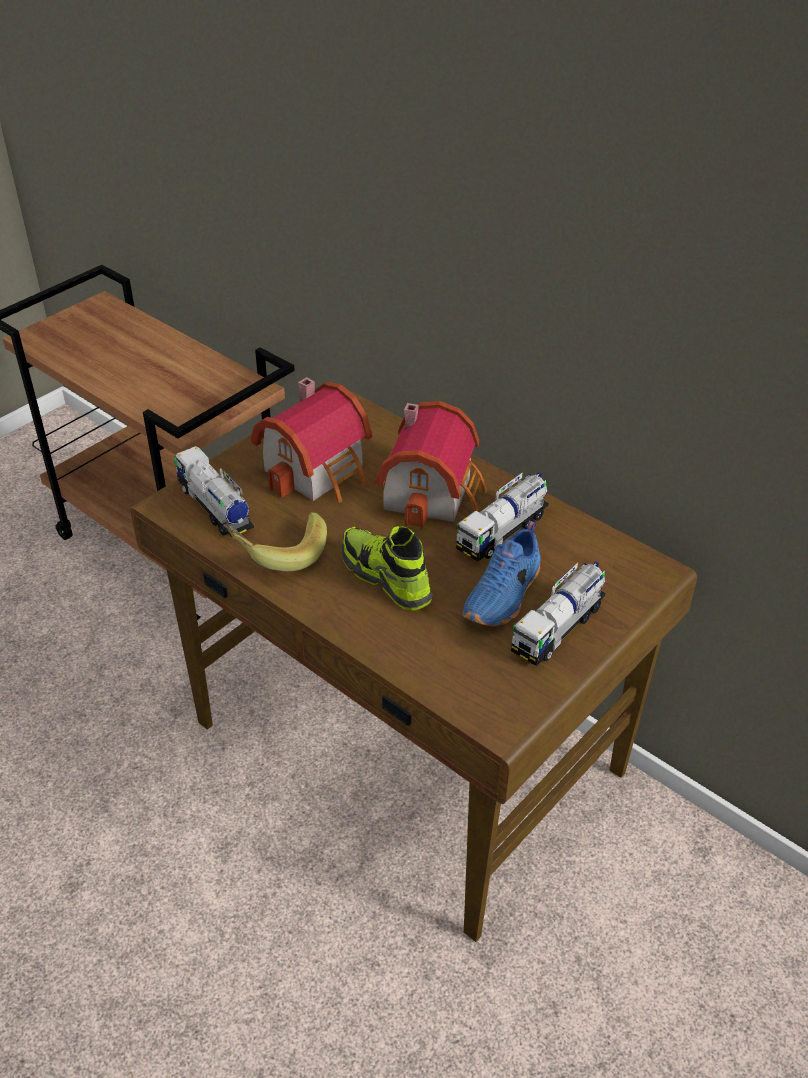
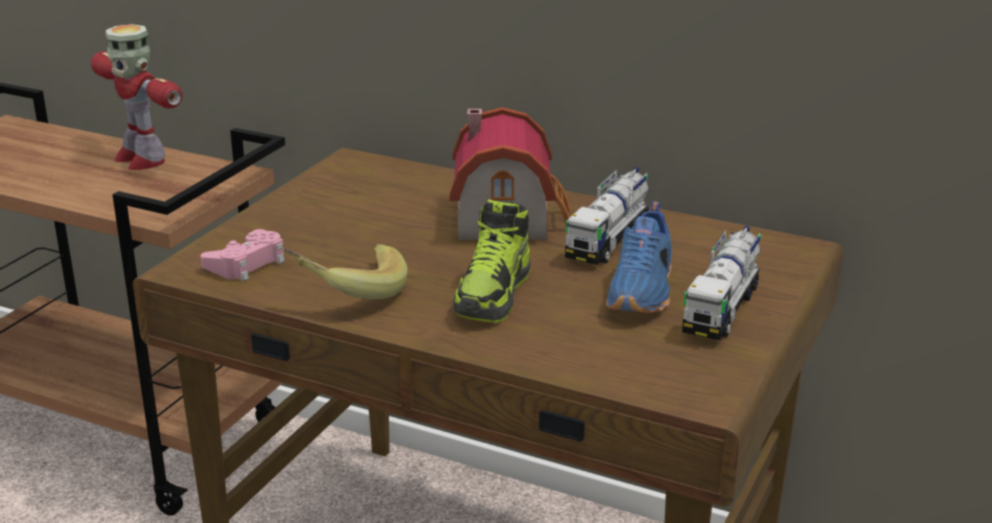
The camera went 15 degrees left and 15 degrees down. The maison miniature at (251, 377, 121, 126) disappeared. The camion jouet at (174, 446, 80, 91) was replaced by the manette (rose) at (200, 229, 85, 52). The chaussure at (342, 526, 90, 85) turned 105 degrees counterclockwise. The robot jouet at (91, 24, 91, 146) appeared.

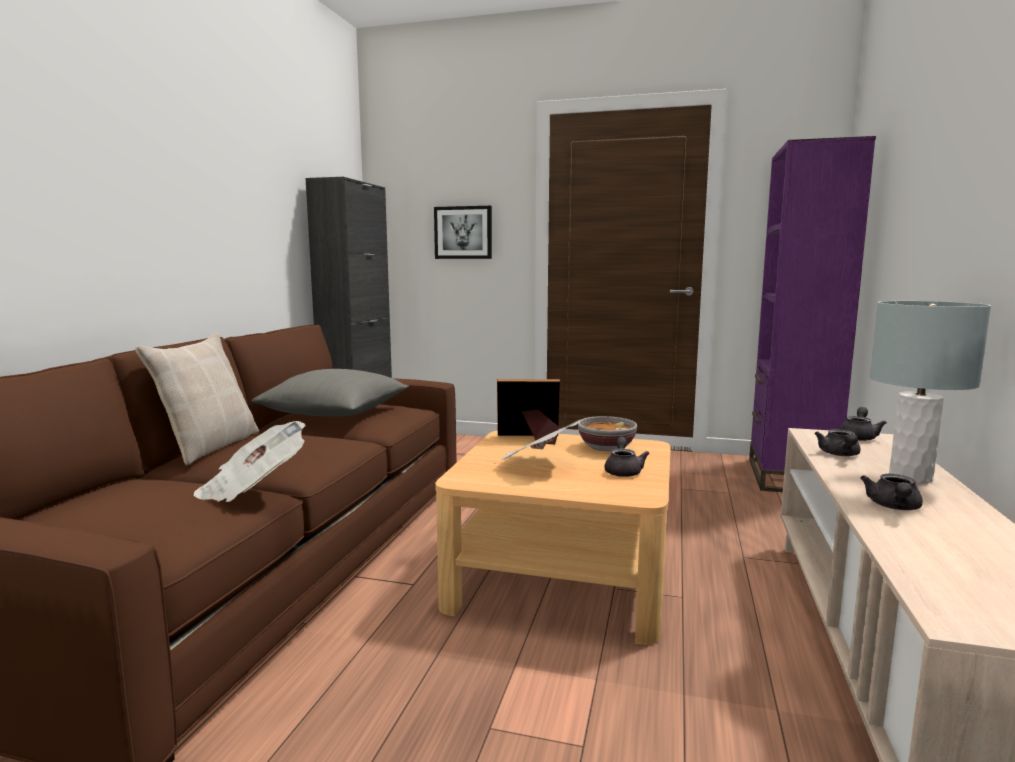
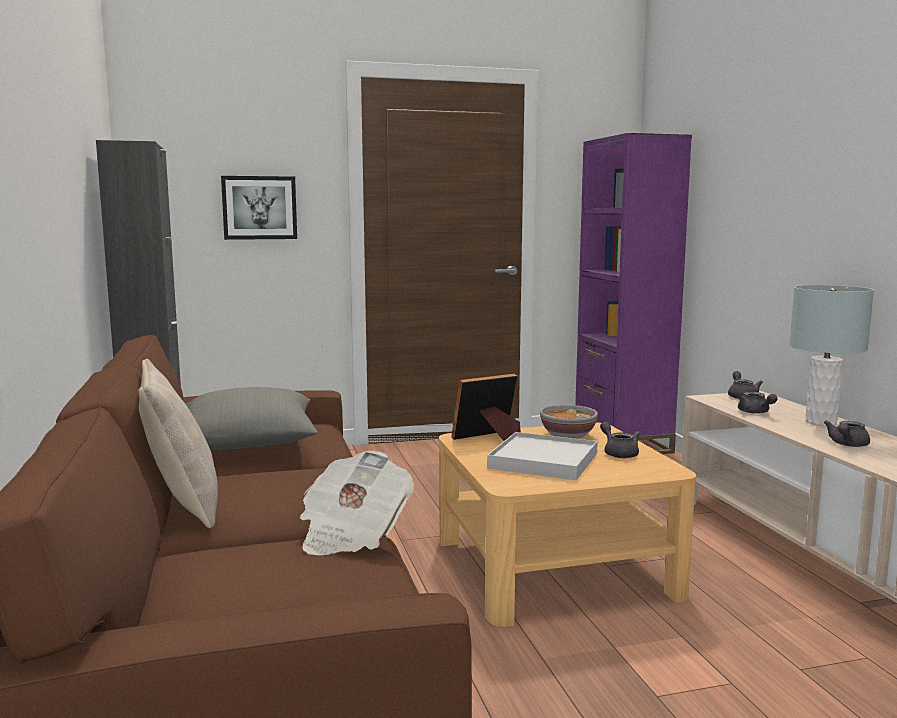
The camera went 30 degrees left and 0 degrees up. The journal at (494, 420, 87, 44) was replaced by the plateau (blanc) at (487, 432, 111, 48). The théière (gris) at (860, 474, 63, 36) turned 45 degrees clockwise.

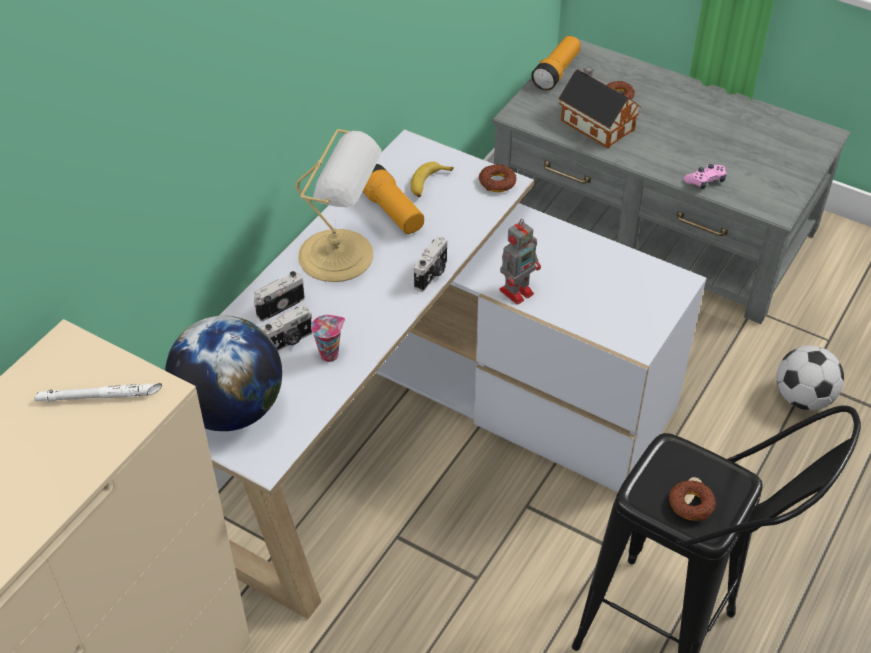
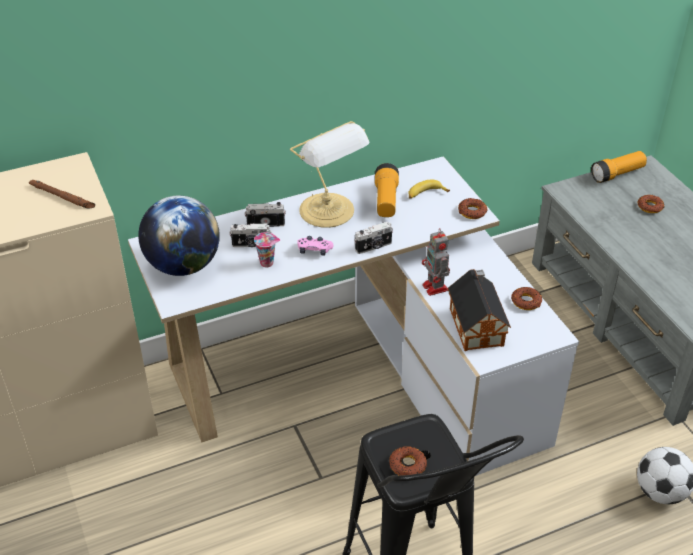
The camera went 35 degrees right and 5 degrees down. The maison miniature moved from (558, 65, 83, 83) to (448, 269, 63, 82). The manette (rose) moved from (684, 164, 42, 25) to (297, 236, 36, 20). The robot jouet at (499, 219, 42, 86) turned 75 degrees clockwise. The lampe de poche (blanc) at (34, 383, 128, 18) became the lampe de poche (marron) at (29, 180, 66, 28). The beignet at (511, 287, 31, 23) appeared.

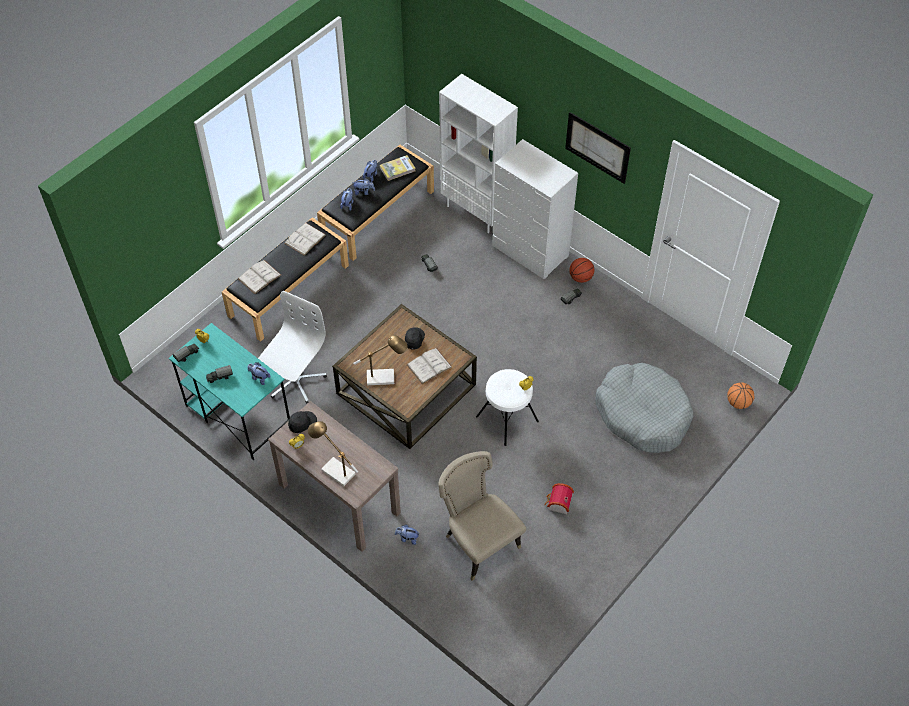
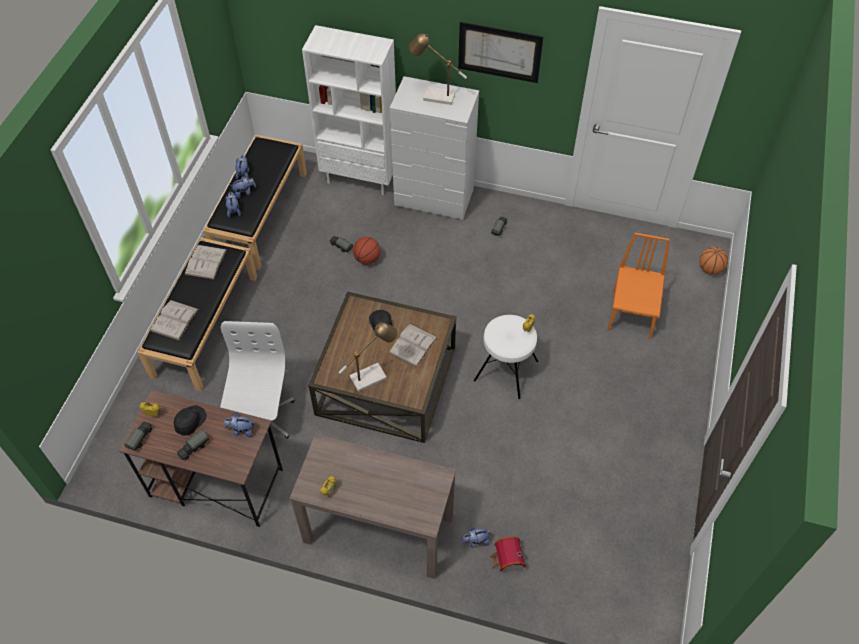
The camera went 25 degrees left and 0 degrees up. The livre at (380, 155, 35, 26) disappeared. The ballon de basket moved from (569, 258, 25, 25) to (353, 237, 28, 28). The bureau (turquoise) at (169, 323, 121, 137) became the bureau (marron) at (119, 390, 164, 137). The panier pour chien (gris) at (596, 363, 97, 90) was replaced by the chaise (orange) at (607, 233, 63, 106). The casquette (noir) moved from (288, 411, 29, 22) to (174, 405, 33, 31). The lampe de table moved from (308, 421, 50, 65) to (408, 33, 59, 72). The chaise (beige) at (439, 451, 87, 130) disappeared. The maison miniature moved from (544, 483, 30, 31) to (490, 536, 36, 37).

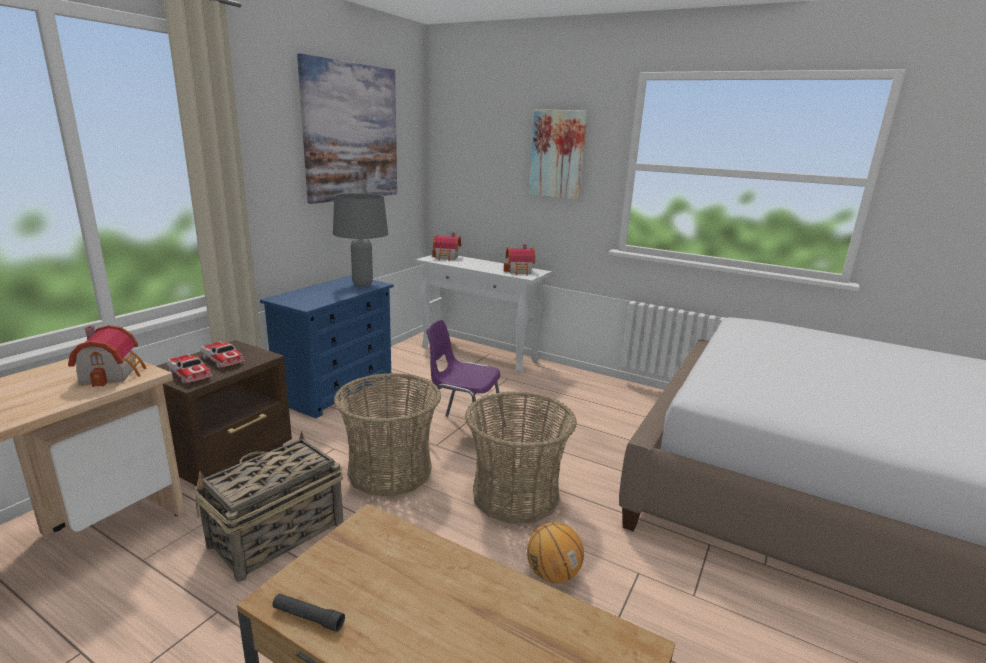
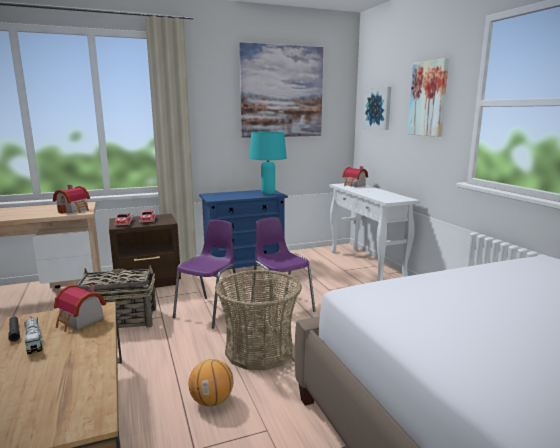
The camera went 40 degrees right and 5 degrees down. The lampe de table (gris) at (333, 193, 55, 93) became the lampe de table (turquoise) at (249, 131, 38, 64). The maison miniature moved from (504, 244, 31, 32) to (54, 284, 52, 48). The panier at (334, 373, 107, 123) was replaced by the chaise (violet) at (173, 220, 66, 108). The tableau at (363, 87, 28, 43) appeared. The camion jouet at (25, 317, 18, 37) appeared.

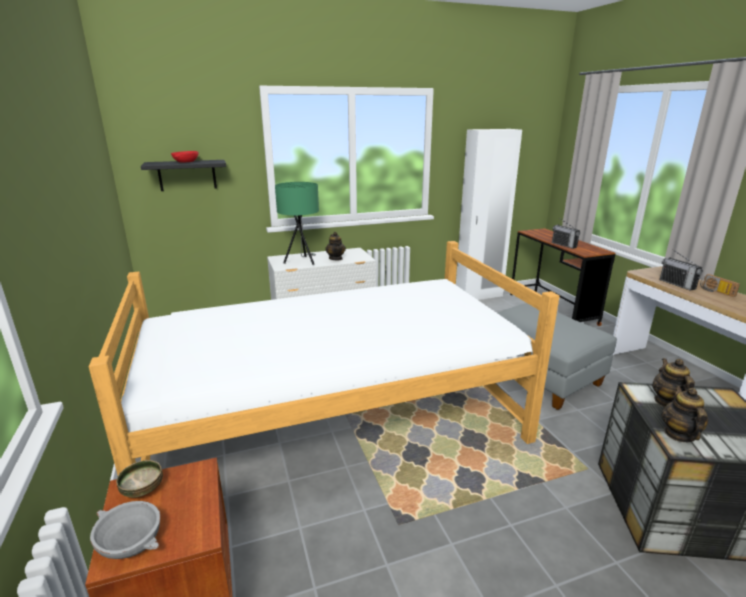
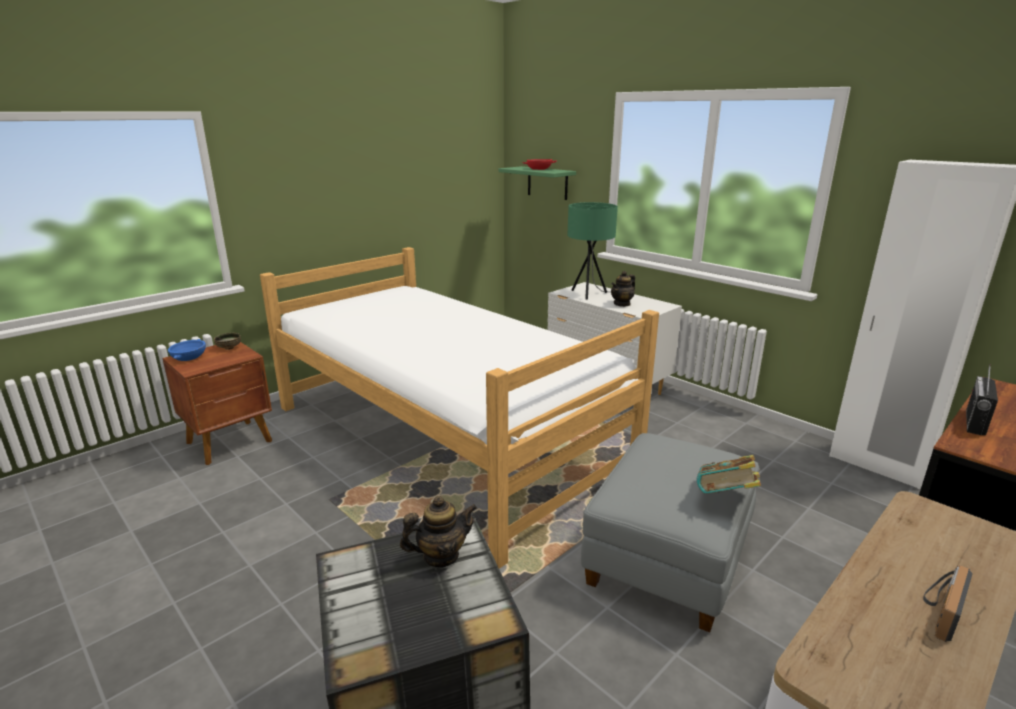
The camera went 65 degrees right and 0 degrees up. The étagère (noir) at (141, 160, 85, 31) became the étagère (vert) at (499, 166, 77, 34). The radio at (659, 249, 44, 42) disappeared. The théière at (662, 386, 47, 56) disappeared. The bol (gris) at (90, 501, 70, 58) became the bol (bleu) at (168, 339, 38, 22). The livre at (697, 455, 64, 39) appeared.

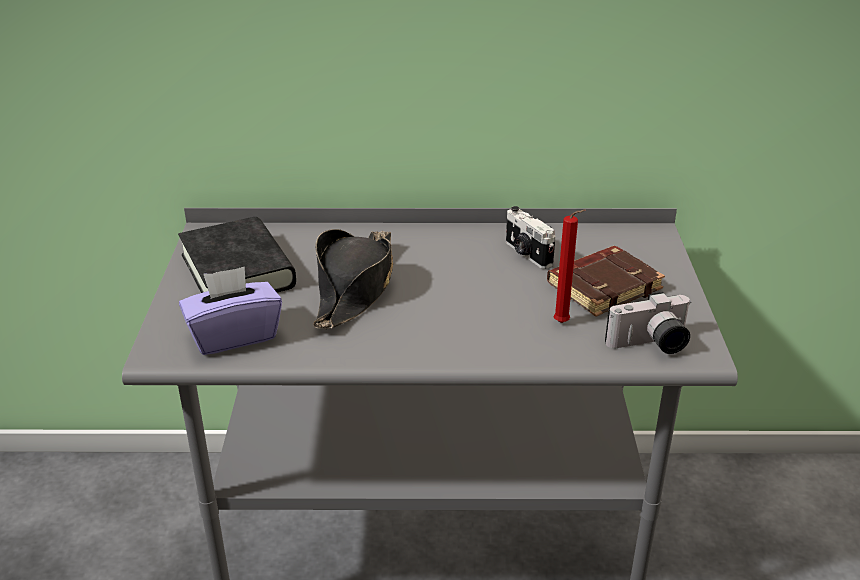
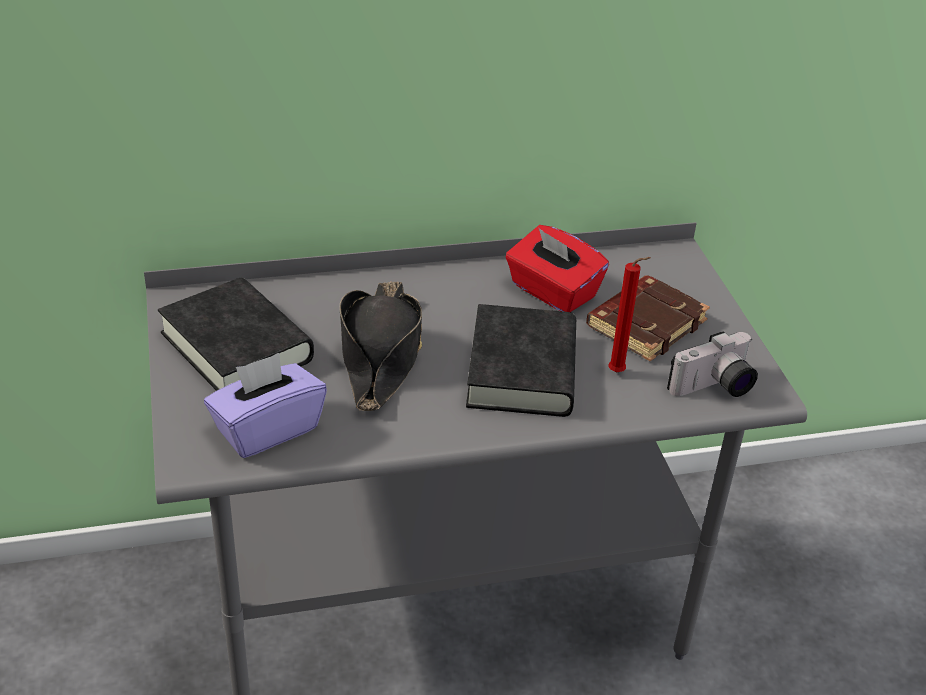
The camera went 15 degrees left and 5 degrees up. The appareil photo at (506, 206, 49, 63) was replaced by the boîte à mouchoirs (rouge) at (505, 225, 104, 87). The livre (noir) at (466, 304, 110, 113) appeared.

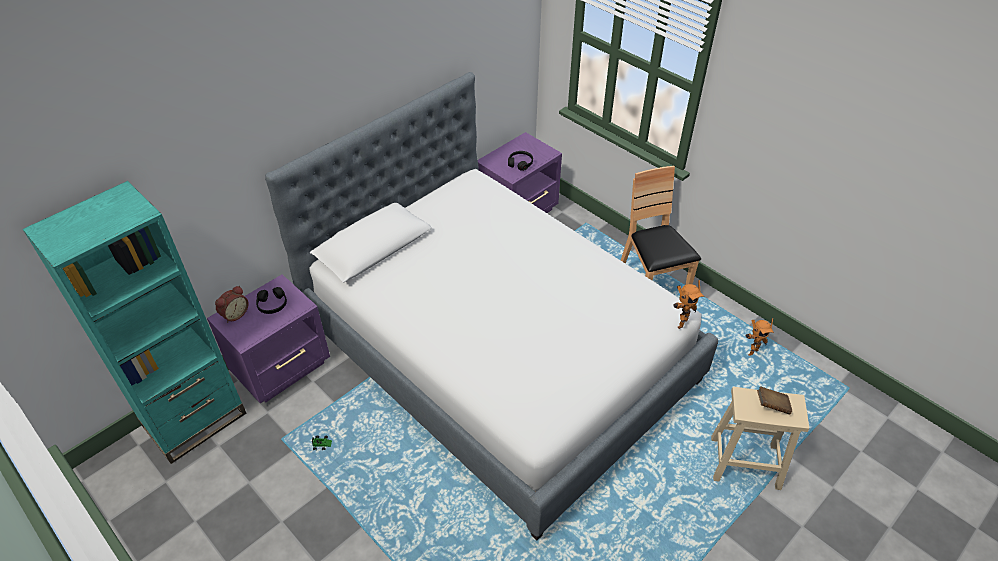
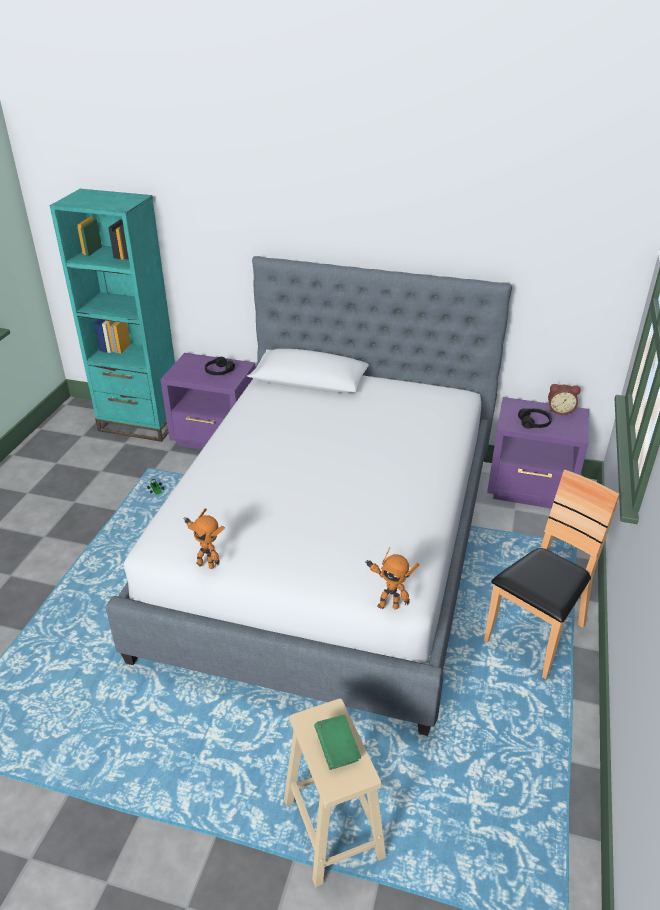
The camera went 60 degrees right and 10 degrees down. The réveil moved from (215, 286, 34, 37) to (548, 384, 32, 31). The robot jouet moved from (746, 318, 28, 38) to (185, 508, 40, 61). The livre (marron) at (757, 386, 35, 28) became the livre (vert) at (314, 714, 47, 56).

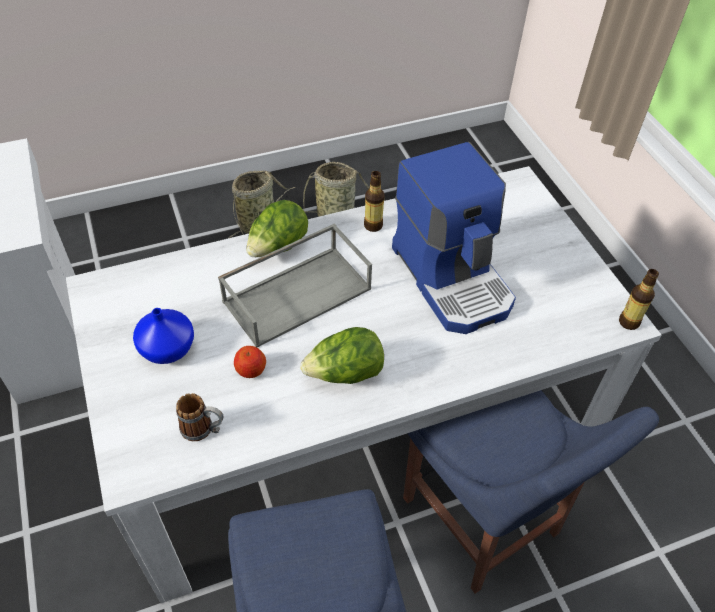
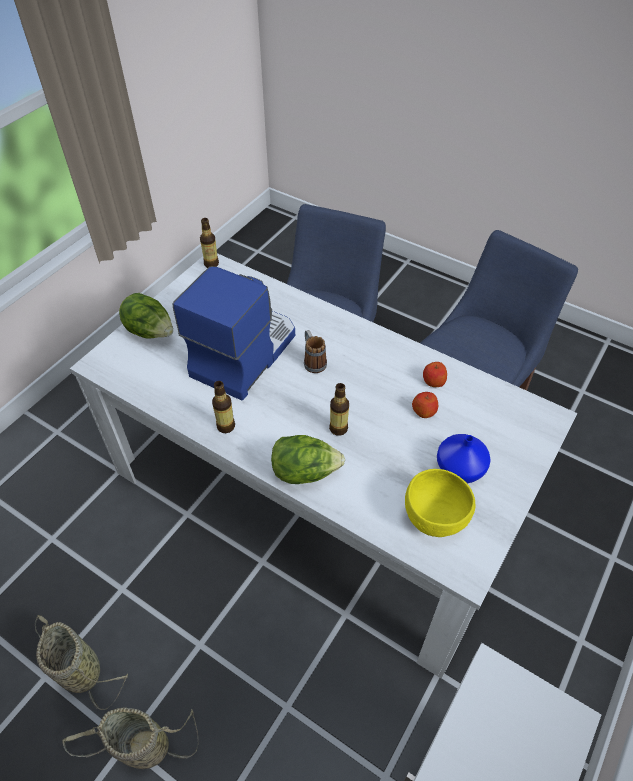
The camera went 125 degrees left and 0 degrees up. The plateau (gris) at (218, 223, 154, 124) was replaced by the bouteille at (329, 383, 20, 53). The laitue moved from (301, 327, 83, 57) to (119, 293, 54, 45). The mug moved from (176, 393, 47, 48) to (304, 330, 23, 43). The pomme at (423, 362, 24, 25) appeared. The bol (jaune) at (405, 469, 70, 68) appeared.

